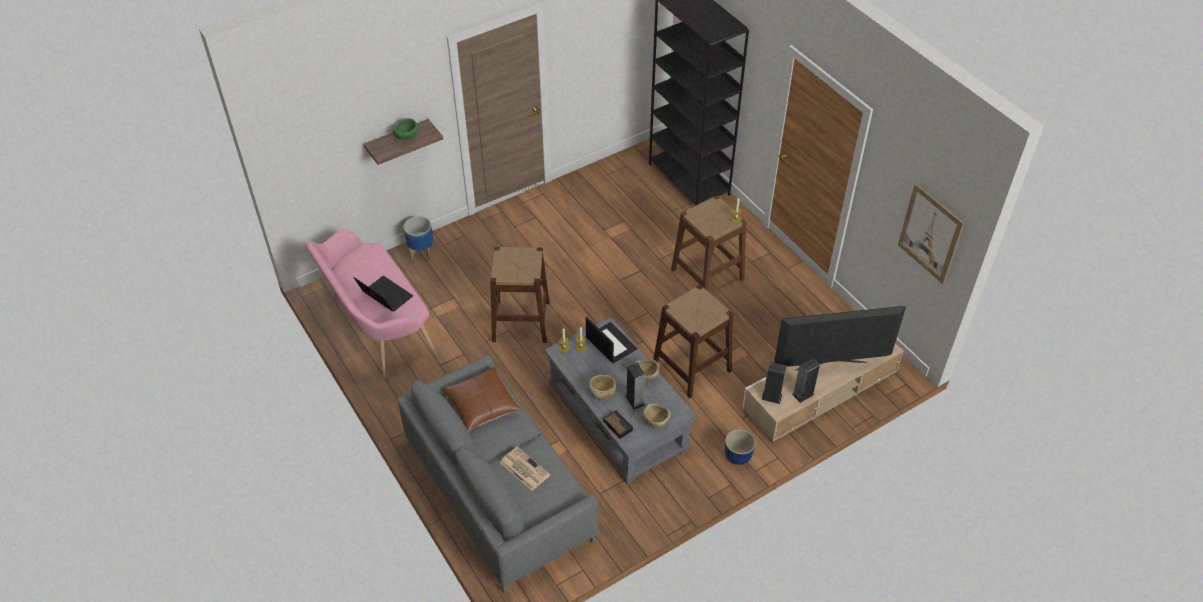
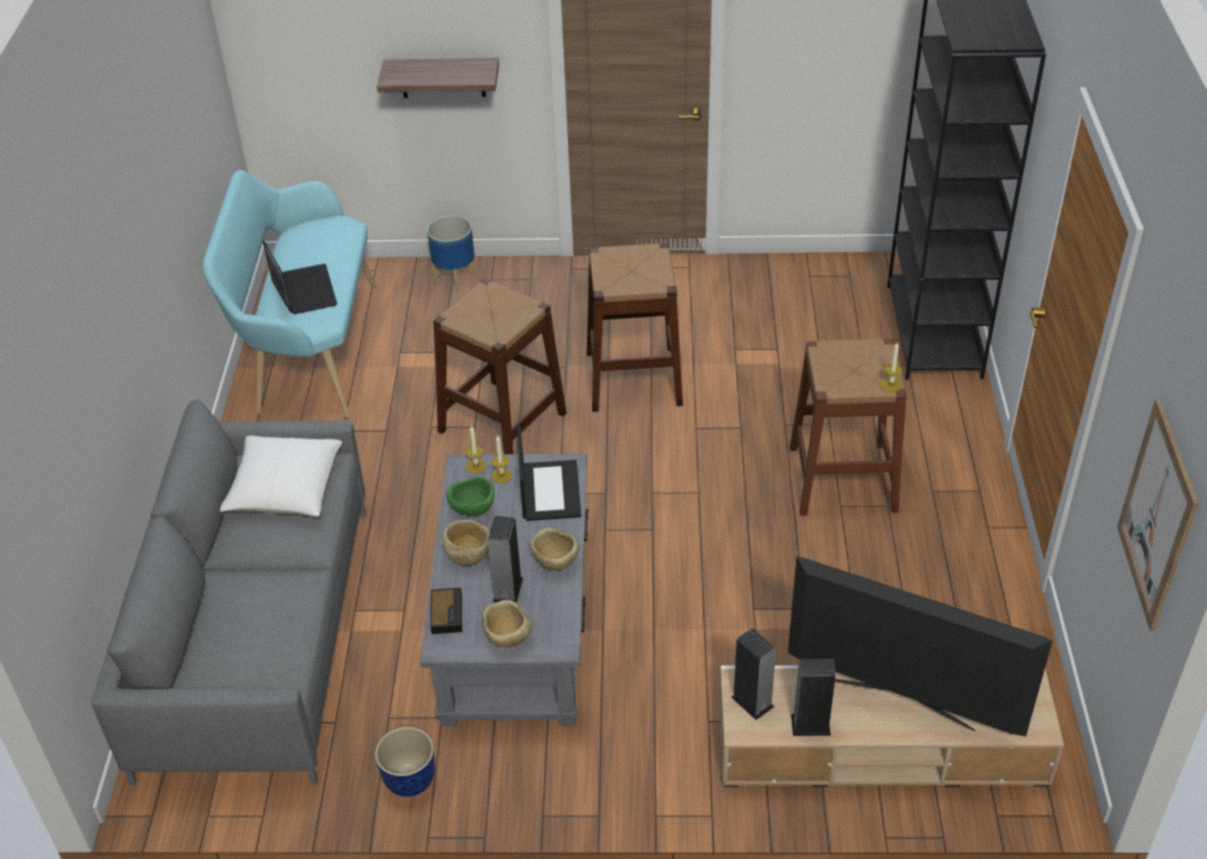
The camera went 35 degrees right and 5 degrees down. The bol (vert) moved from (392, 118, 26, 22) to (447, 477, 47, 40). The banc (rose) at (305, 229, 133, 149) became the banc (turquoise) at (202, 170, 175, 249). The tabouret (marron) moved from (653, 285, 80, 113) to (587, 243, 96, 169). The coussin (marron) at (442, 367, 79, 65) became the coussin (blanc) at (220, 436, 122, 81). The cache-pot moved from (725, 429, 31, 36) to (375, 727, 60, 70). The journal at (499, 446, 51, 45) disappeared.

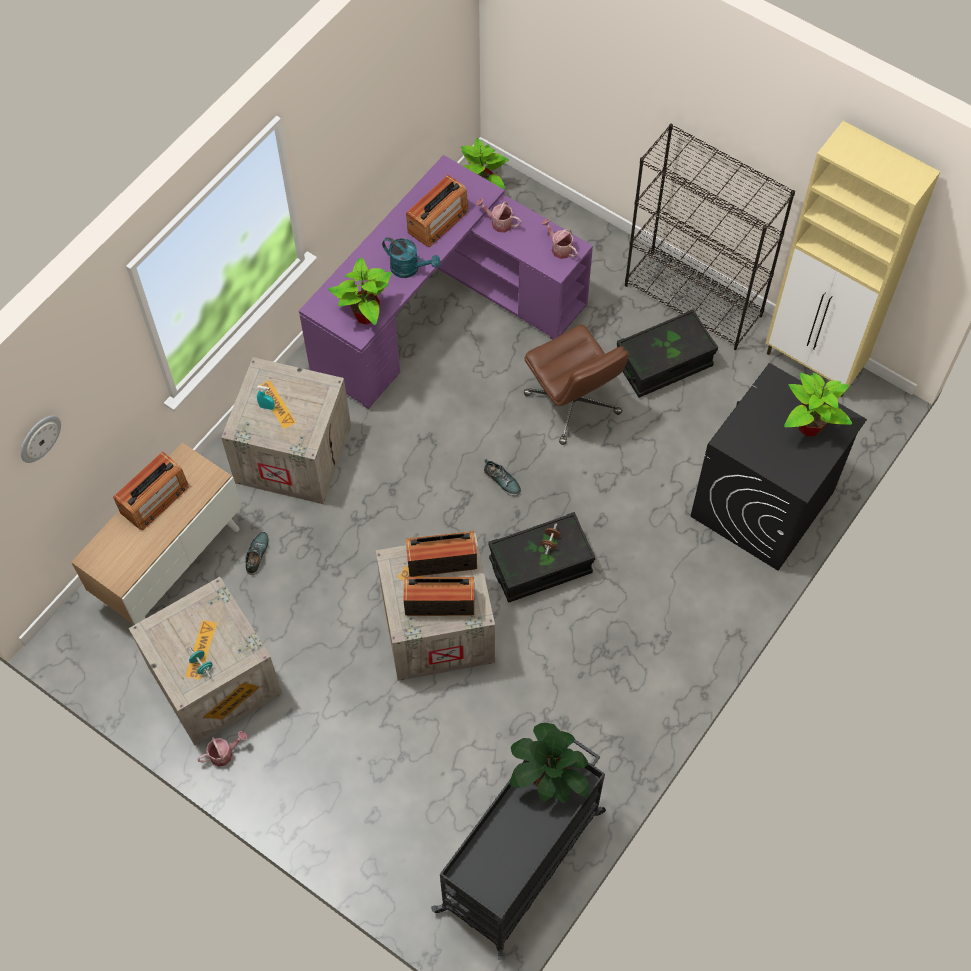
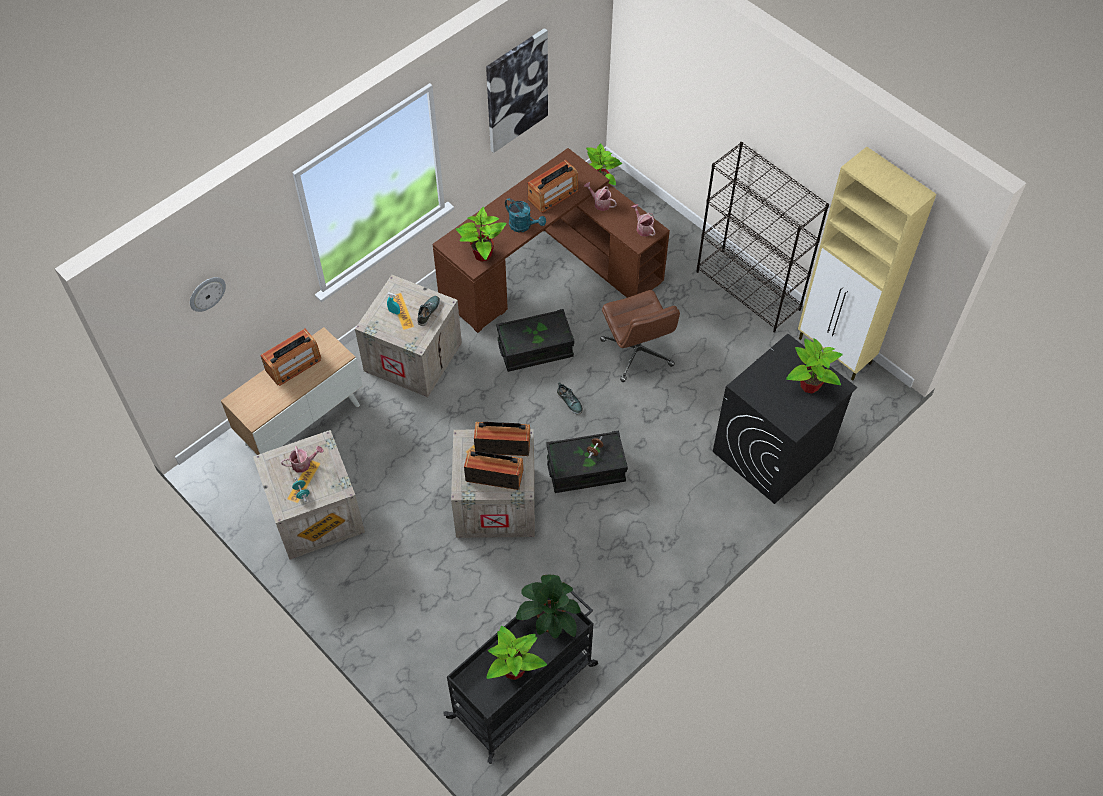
The camera went 10 degrees right and 5 degrees down. The bureau (violet) at (299, 155, 294, 254) became the bureau (marron) at (432, 148, 238, 185). The boîte de rangement (noir) moved from (617, 309, 101, 89) to (496, 309, 79, 63). The chaussure moved from (246, 532, 23, 43) to (418, 296, 22, 30). The arrosoir moved from (197, 731, 50, 36) to (281, 446, 43, 27). The tableau at (486, 28, 62, 125) appeared. The plante en pot at (486, 626, 61, 54) appeared.

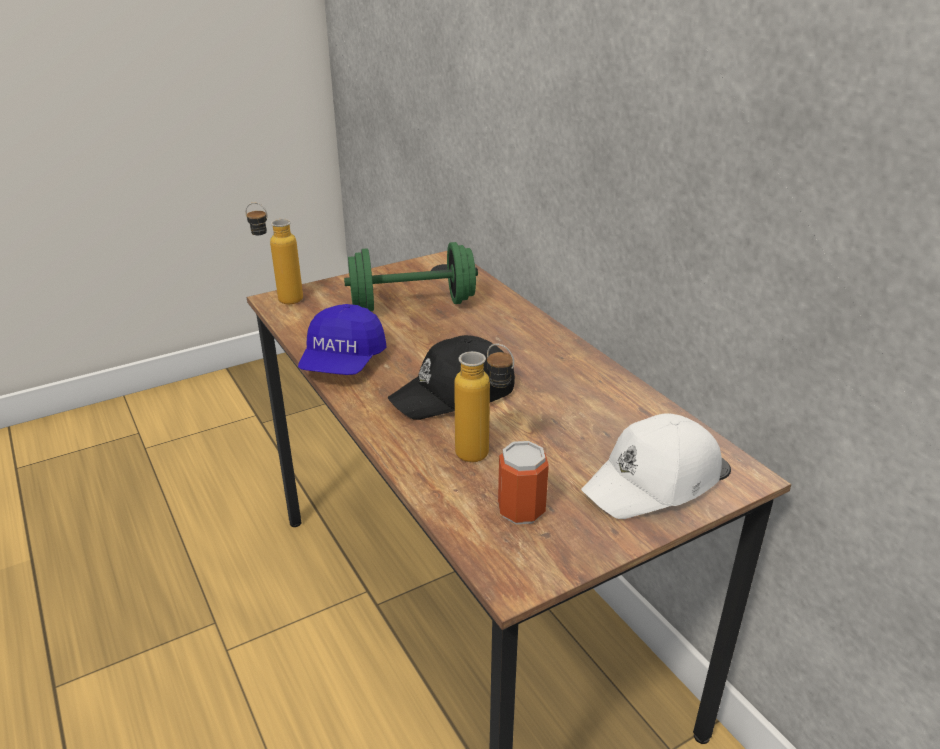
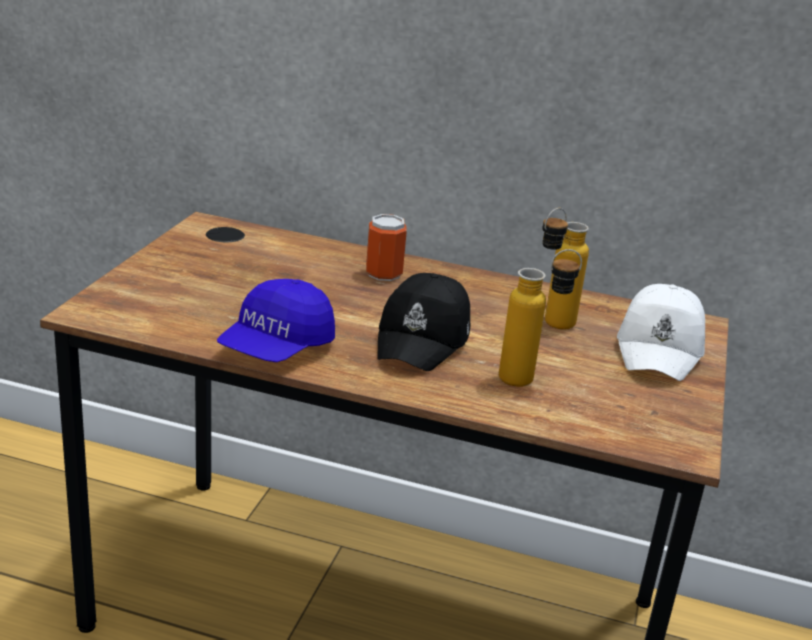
The camera went 45 degrees left and 5 degrees down. The bouteille moved from (245, 203, 58, 101) to (542, 208, 47, 122). The haltère (vert) at (344, 242, 134, 69) disappeared. The casquette (bleu) at (298, 304, 88, 71) turned 60 degrees clockwise. The boîte métallique moved from (498, 441, 51, 83) to (366, 214, 41, 67).

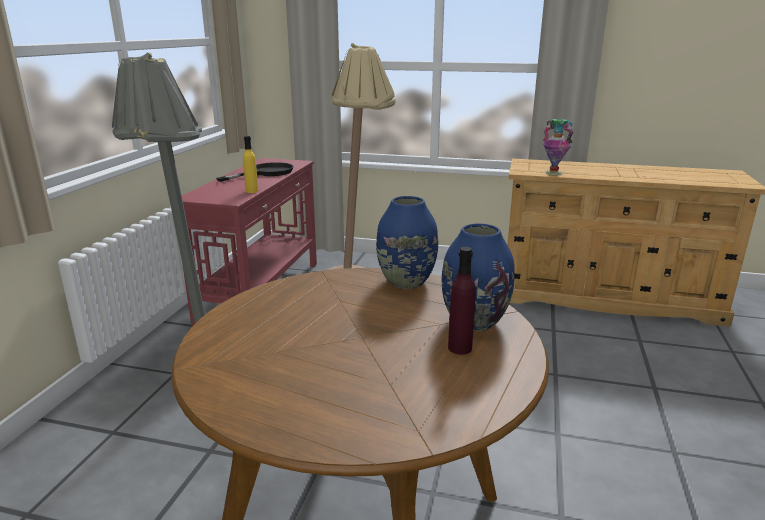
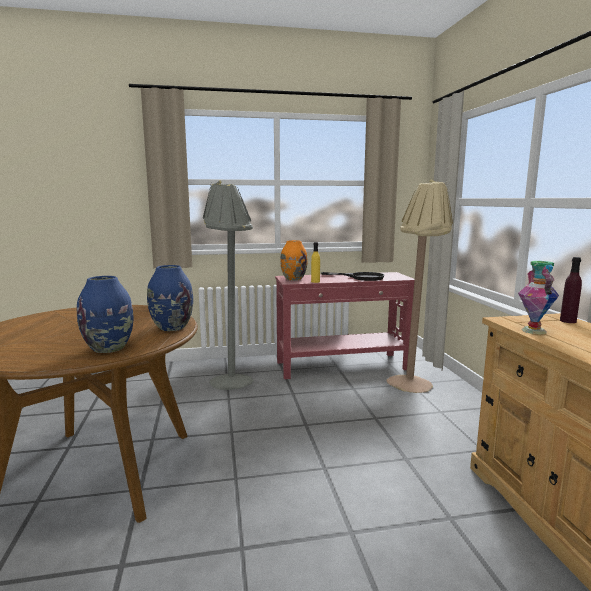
The camera went 65 degrees right and 10 degrees down. The bouteille (violet) moved from (448, 247, 28, 108) to (560, 257, 22, 66). The vase (orange) at (280, 240, 28, 40) appeared.

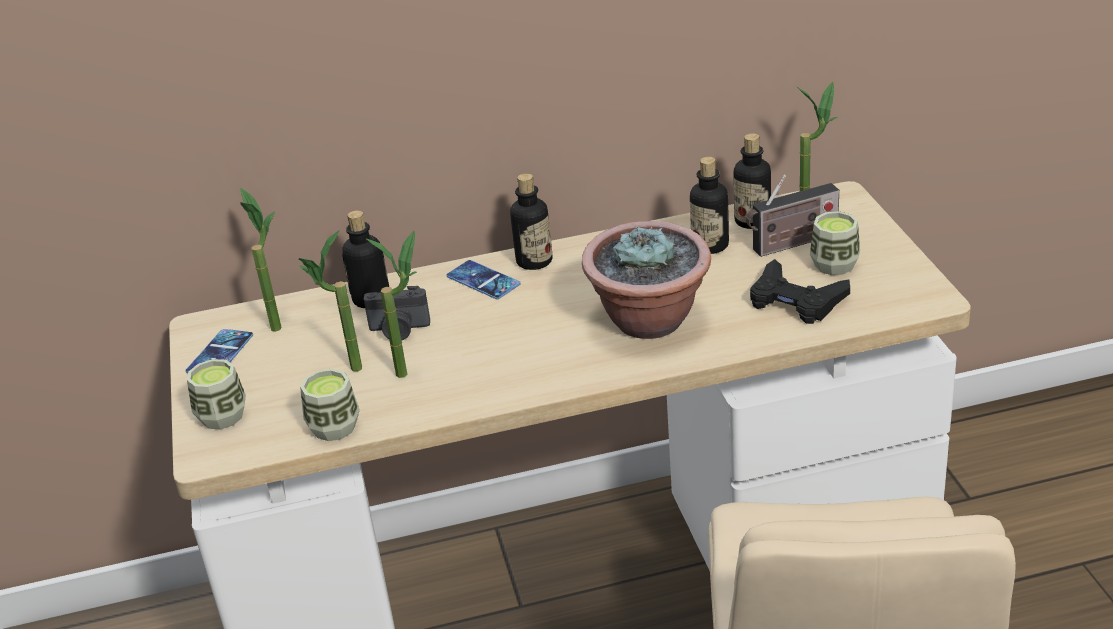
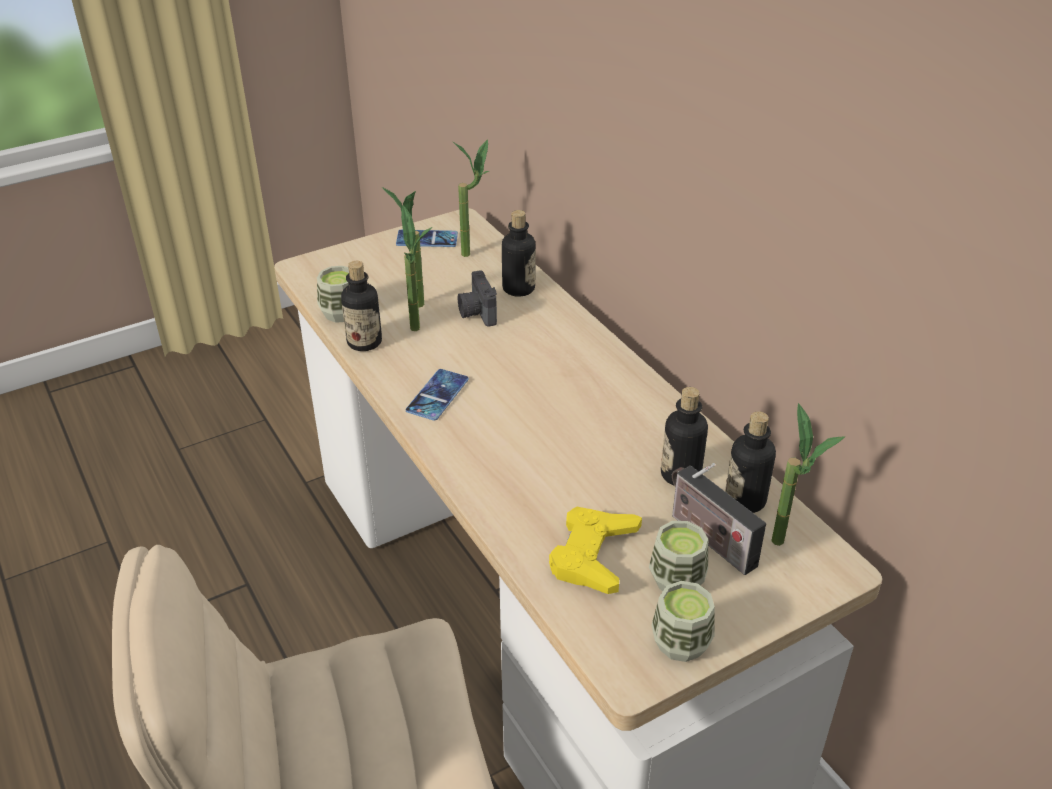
The camera went 70 degrees right and 5 degrees up. The bouteille moved from (510, 173, 42, 97) to (341, 261, 41, 90). The plante en pot at (582, 221, 129, 118) disappeared. The manette (noir) at (750, 259, 100, 65) became the manette (jaune) at (549, 506, 93, 88). The téléphone moved from (446, 260, 75, 39) to (406, 369, 63, 52). The tasse moved from (187, 359, 59, 71) to (651, 581, 64, 81).

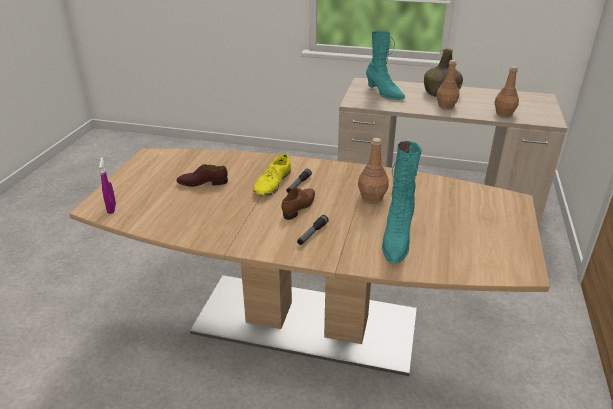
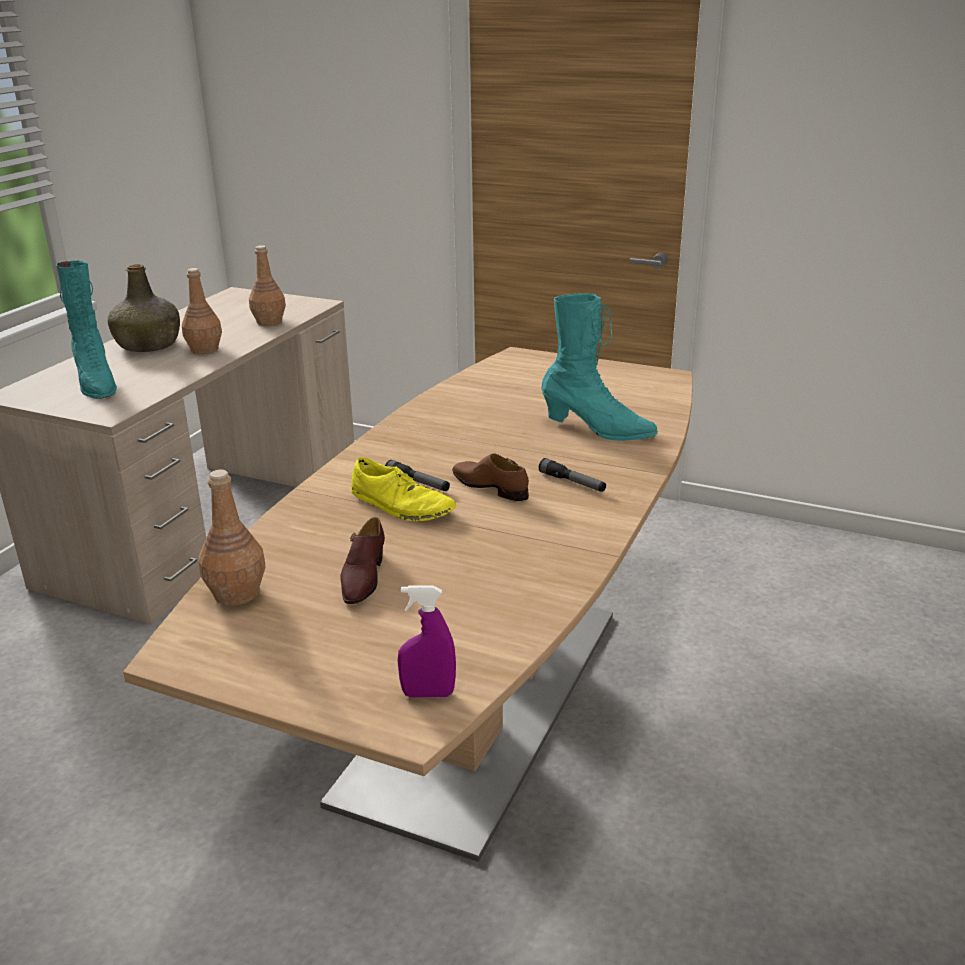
The camera went 80 degrees left and 5 degrees down. The botte (turquoise) at (366, 31, 39, 69) turned 90 degrees clockwise. The bouteille (marron) moved from (358, 138, 31, 65) to (199, 470, 66, 136).

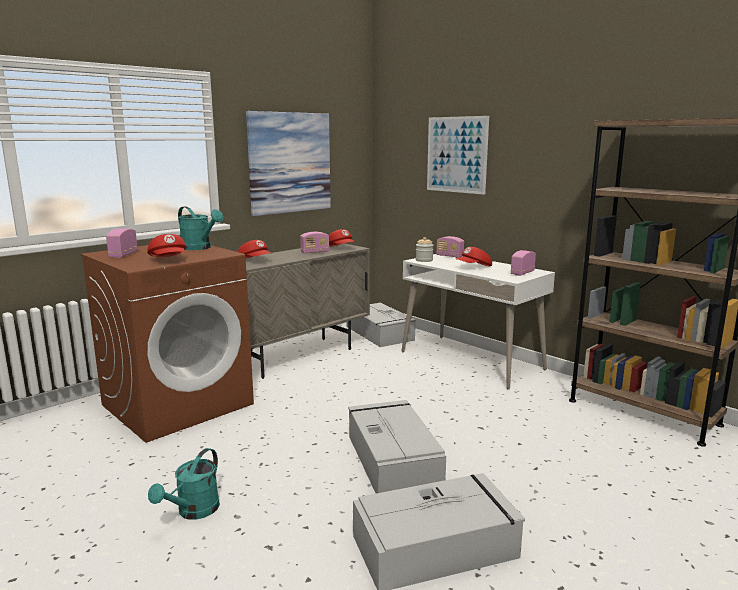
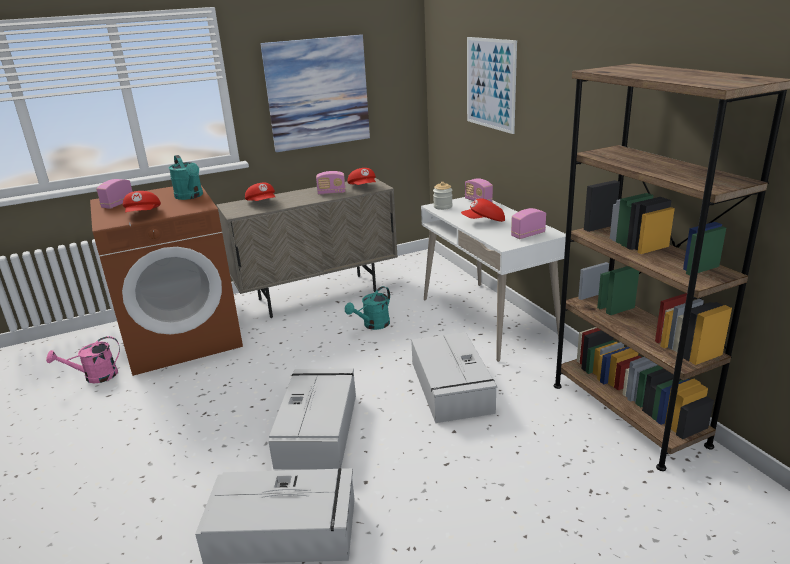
The camera went 20 degrees right and 10 degrees up. The boîte de rangement (gris) moved from (346, 303, 70, 44) to (411, 332, 86, 91). The arrosoir (turquoise) moved from (148, 448, 72, 71) to (345, 286, 45, 44). The arrosoir (rose) at (46, 336, 74, 47) appeared.

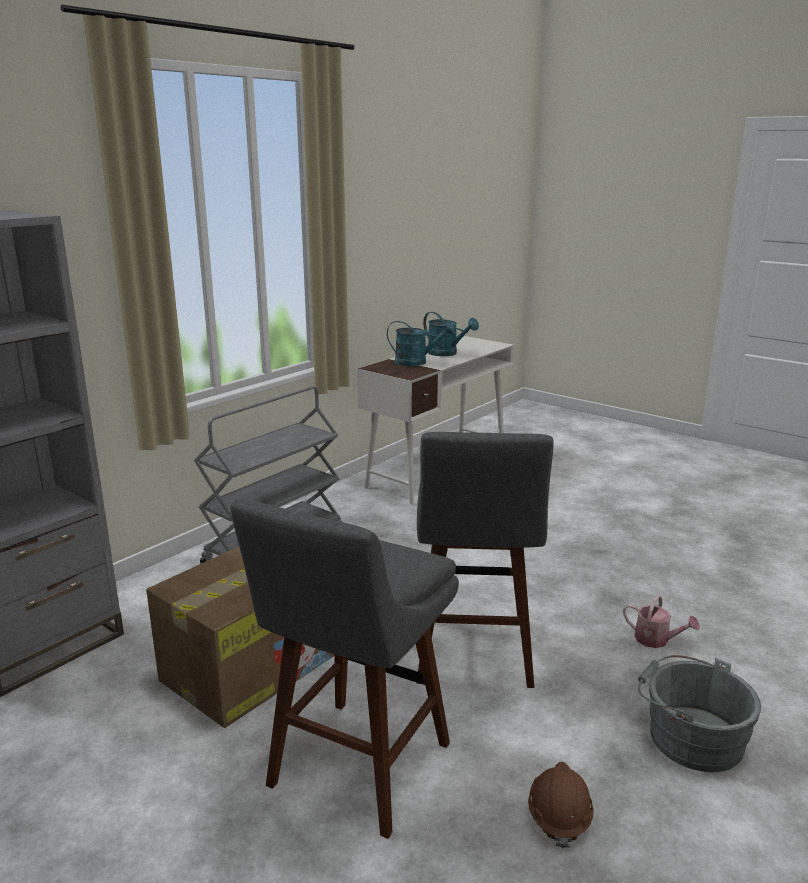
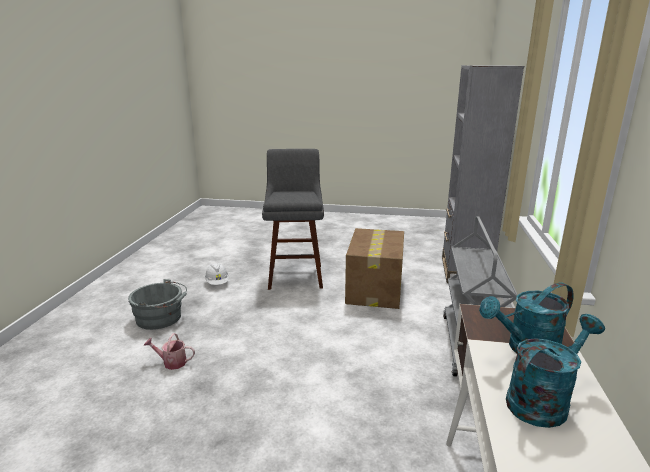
The camera went 150 degrees right and 0 degrees up. The arrosoir (turquoise) at (423, 312, 56, 44) turned 135 degrees clockwise. The tabouret (gris) at (416, 432, 138, 256) disappeared. The casque de chantier (marron) at (528, 762, 66, 86) became the casque de chantier (blanc) at (205, 263, 24, 22).

